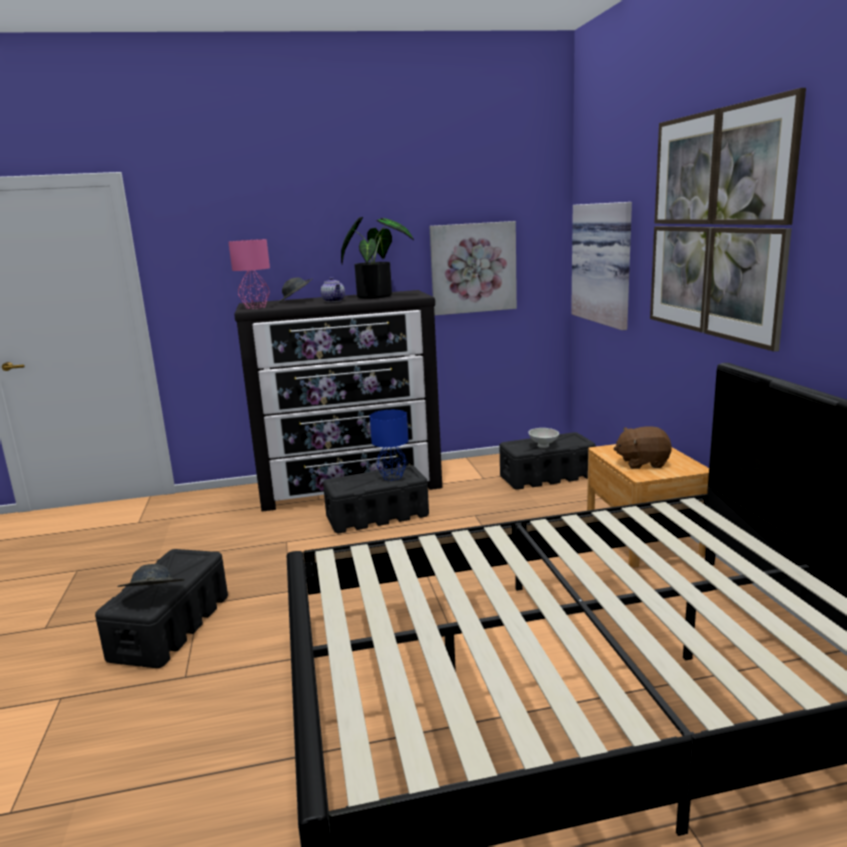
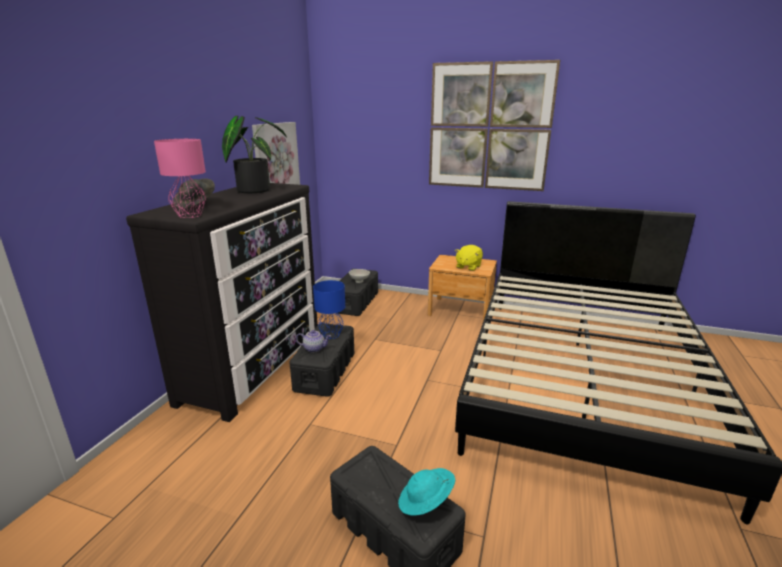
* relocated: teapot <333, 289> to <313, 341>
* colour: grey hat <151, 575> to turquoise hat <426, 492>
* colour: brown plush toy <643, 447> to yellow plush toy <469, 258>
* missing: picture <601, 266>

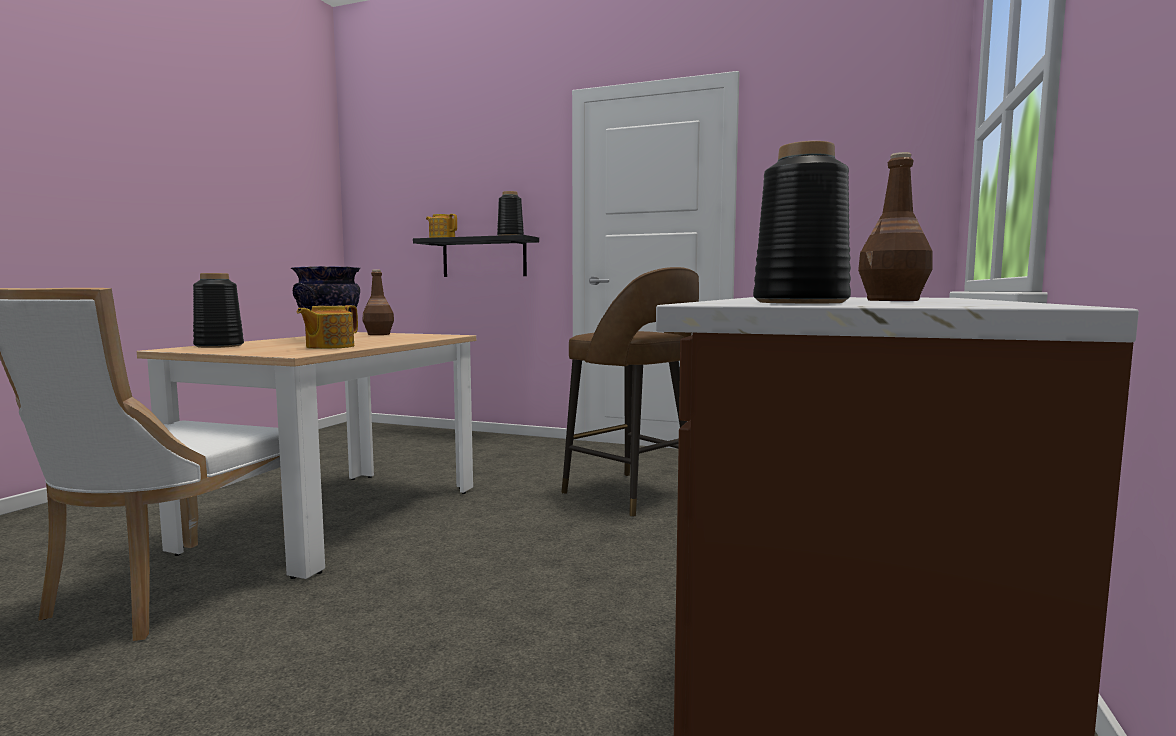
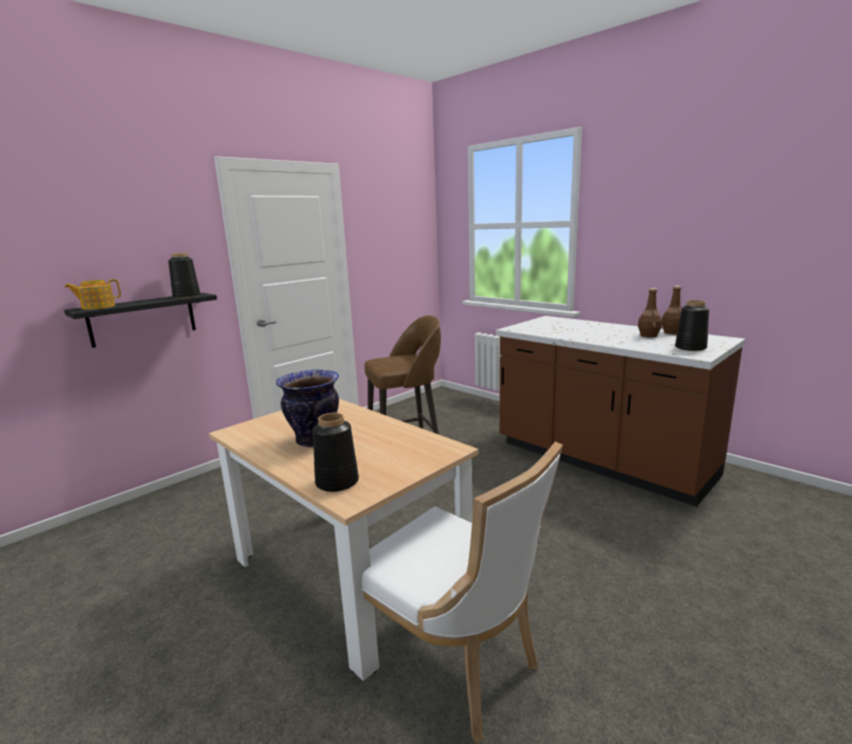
* relocated: brown bottle <378, 302> to <672, 310>
* missing: teapot <327, 327>

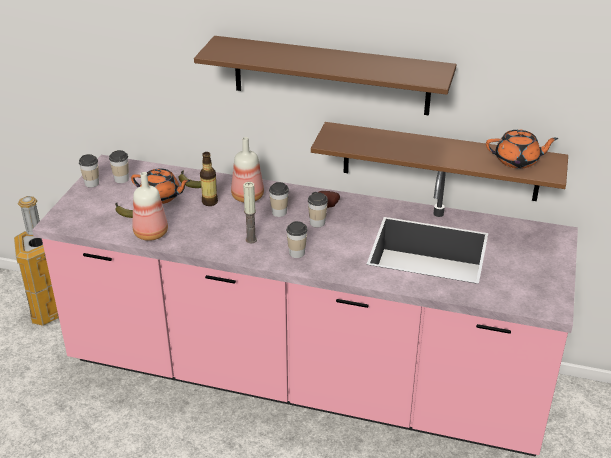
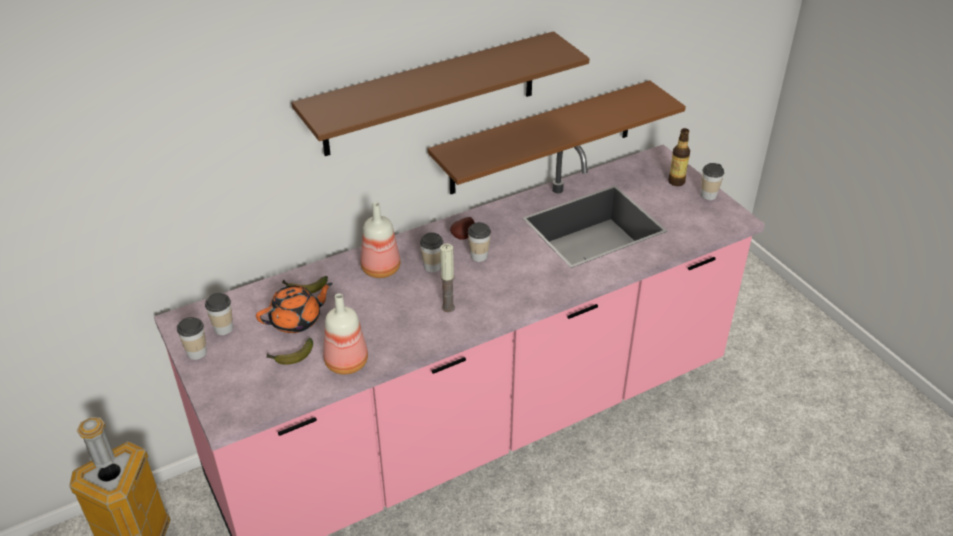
* relocated: bottle <209, 179> to <679, 157>
* relocated: cup <297, 239> to <712, 181>
* missing: orange teapot <522, 149>

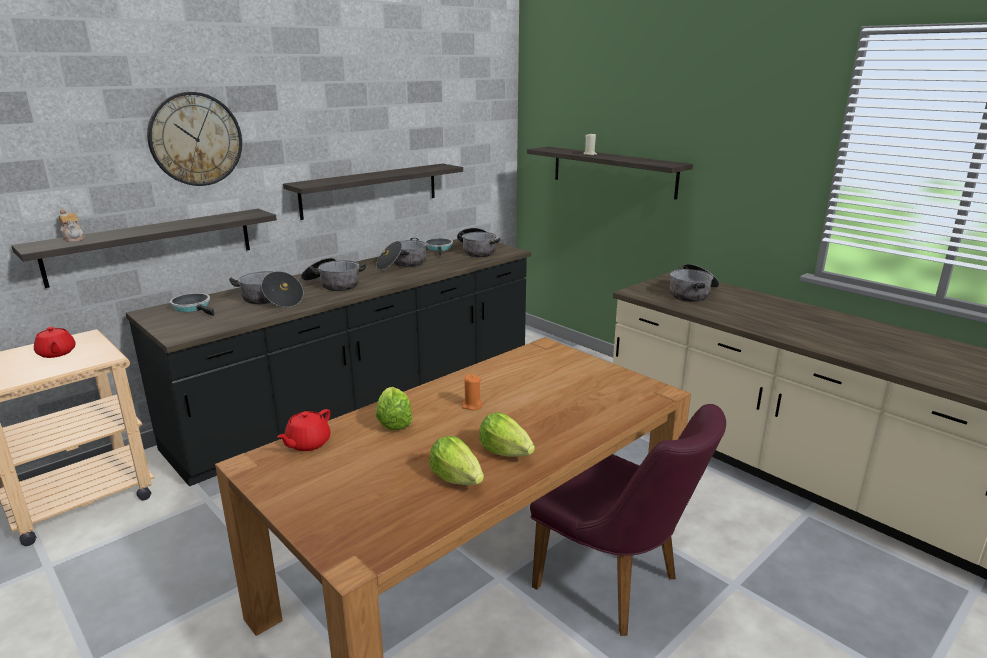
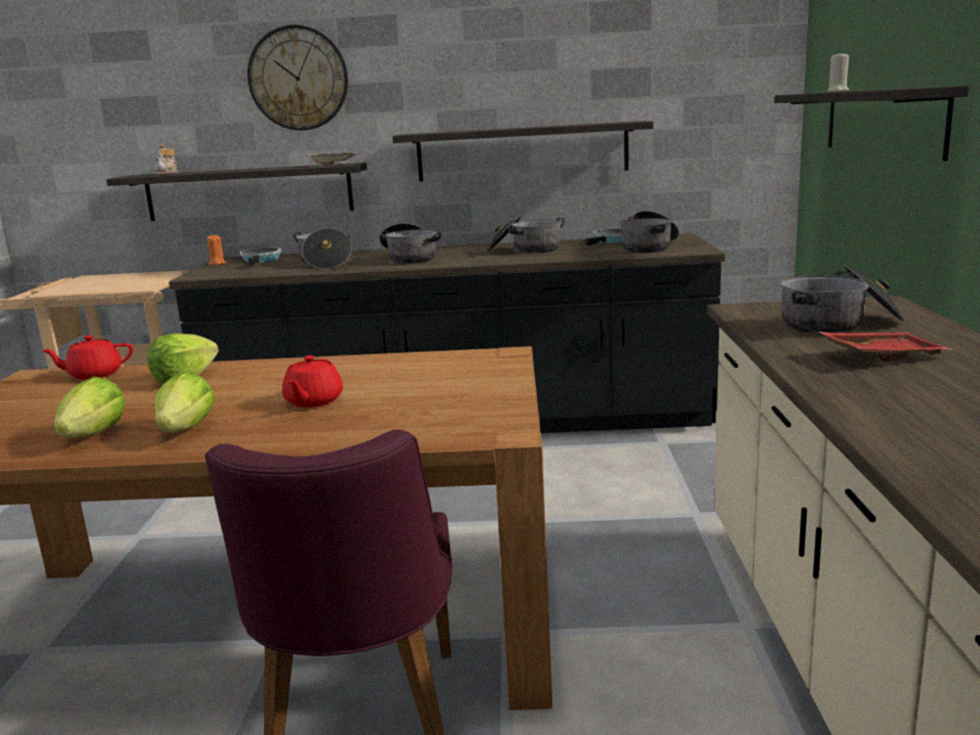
* relocated: orange candle <472, 392> to <216, 250>
* relocated: red teapot <55, 342> to <312, 381>
* appeared: beige tray <332, 157>
* appeared: red tray <885, 346>

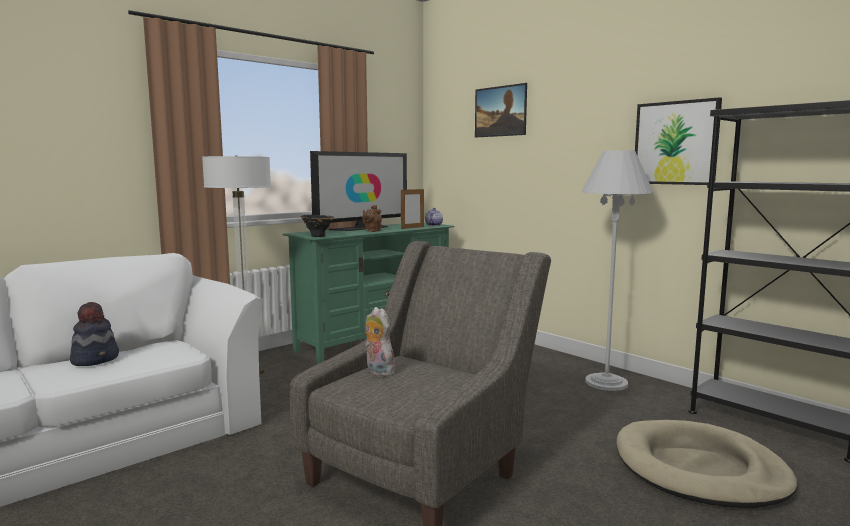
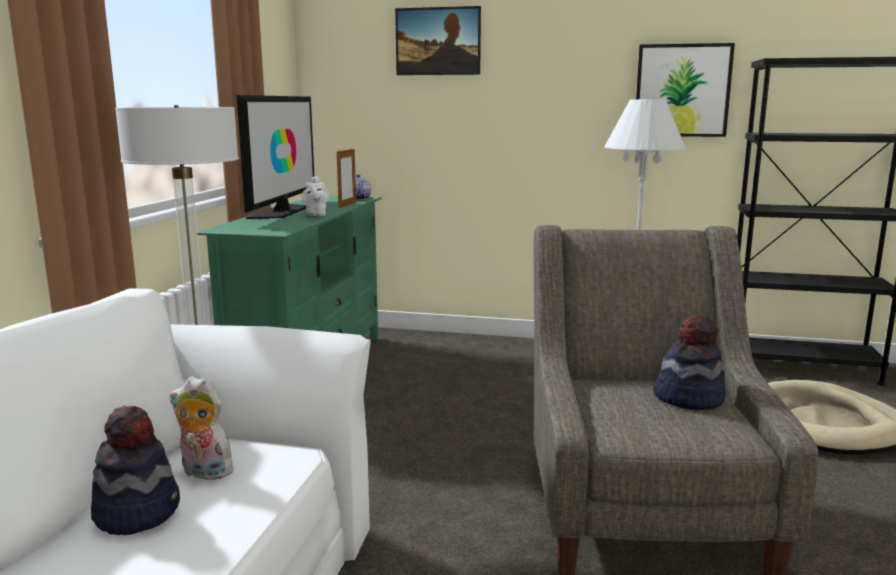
* relocated: plush toy <381, 342> to <201, 428>
* colour: brown teapot <372, 218> to white teapot <315, 196>
* appeared: hat <689, 362>
* missing: black vase <317, 226>

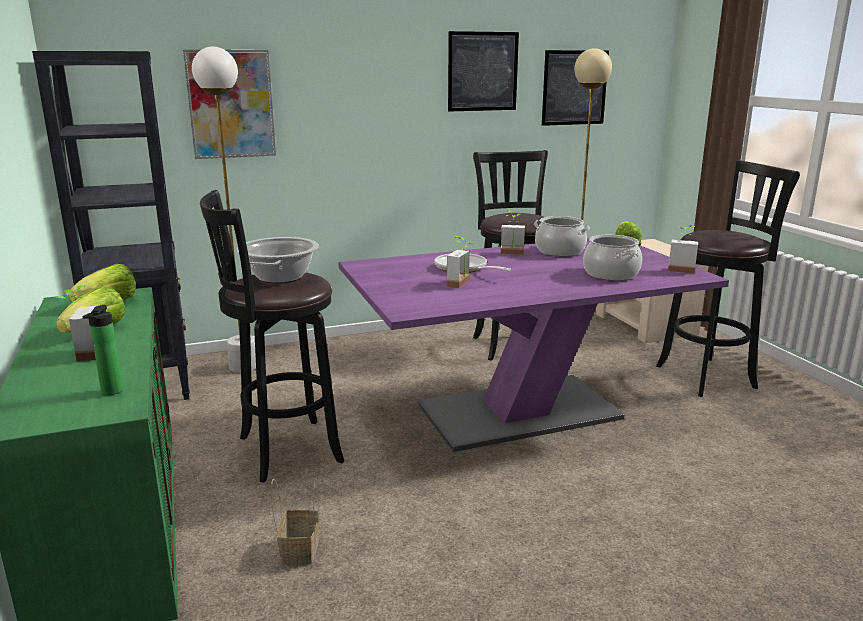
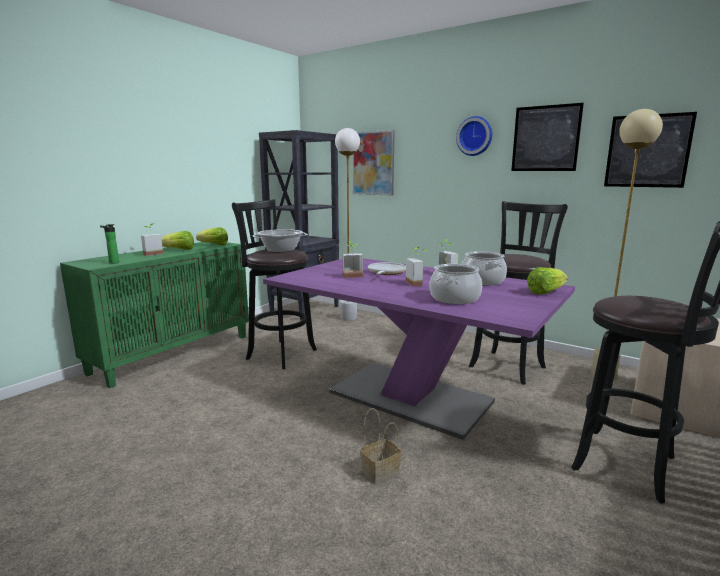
* relocated: basket <295, 522> to <381, 446>
* relocated: potted plant <683, 249> to <417, 266>
* appeared: wall clock <474, 136>

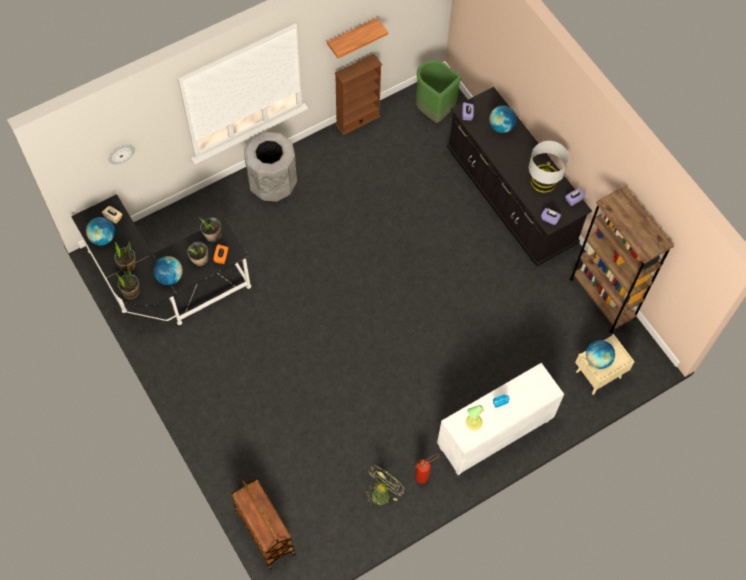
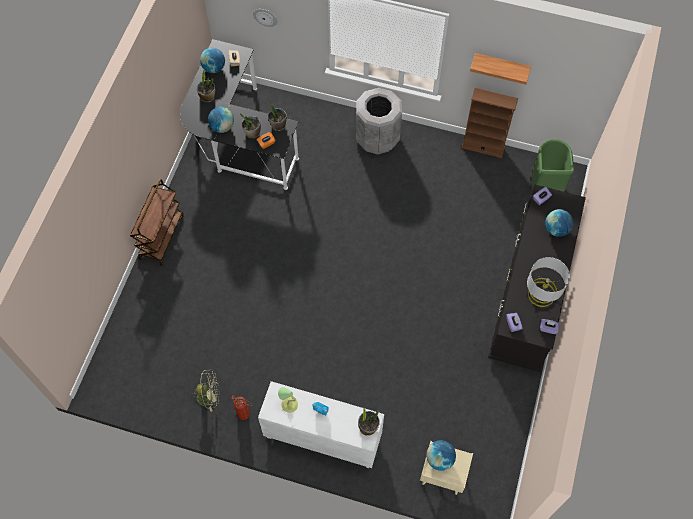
* relocated: brown cart <263, 524> to <157, 222>
* relocated: potted plant <127, 282> to <369, 421>
* missing: brown bookcase <622, 259>

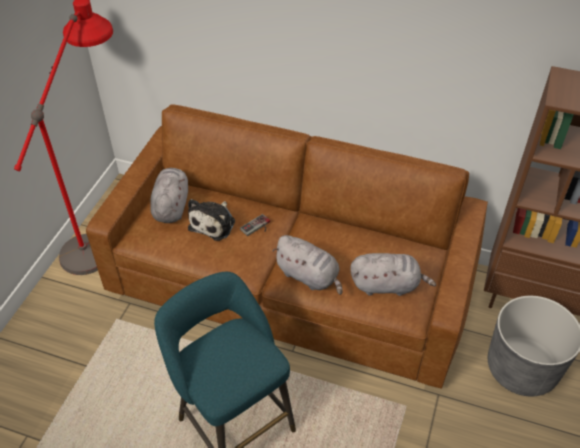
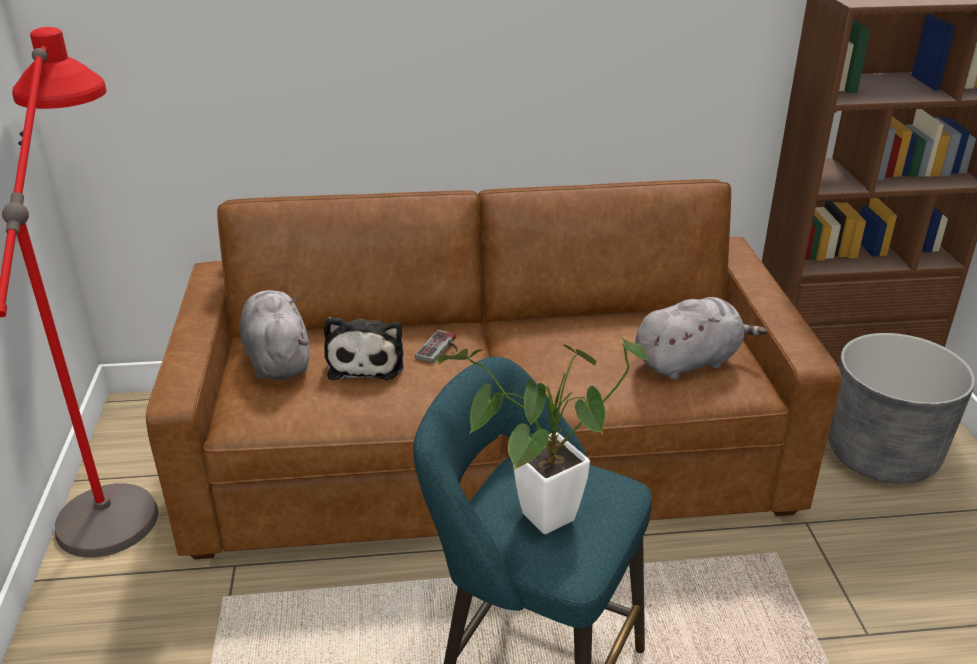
* appeared: potted plant <542, 435>
* missing: grey plush toy <307, 265>

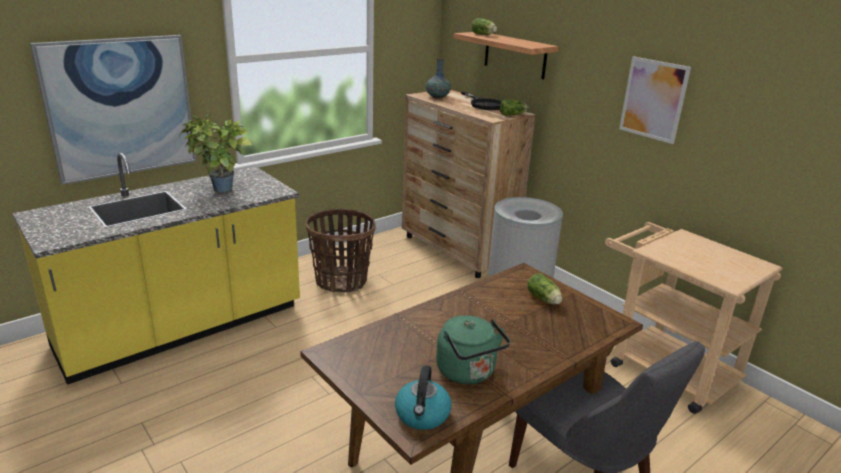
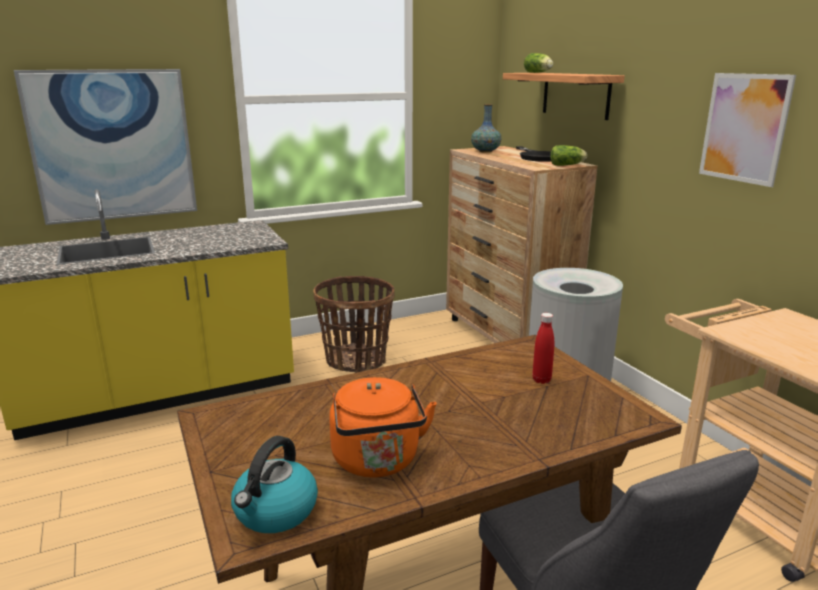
* colour: green kettle <473, 349> to orange kettle <383, 427>
* exchanged: lettuce <544, 289> to red bottle <543, 348>
* missing: potted plant <215, 153>

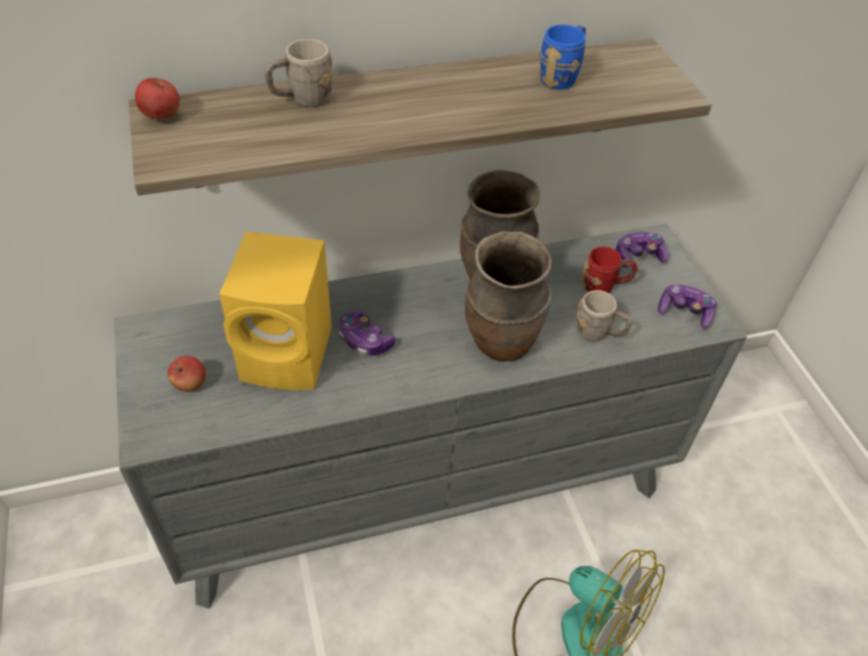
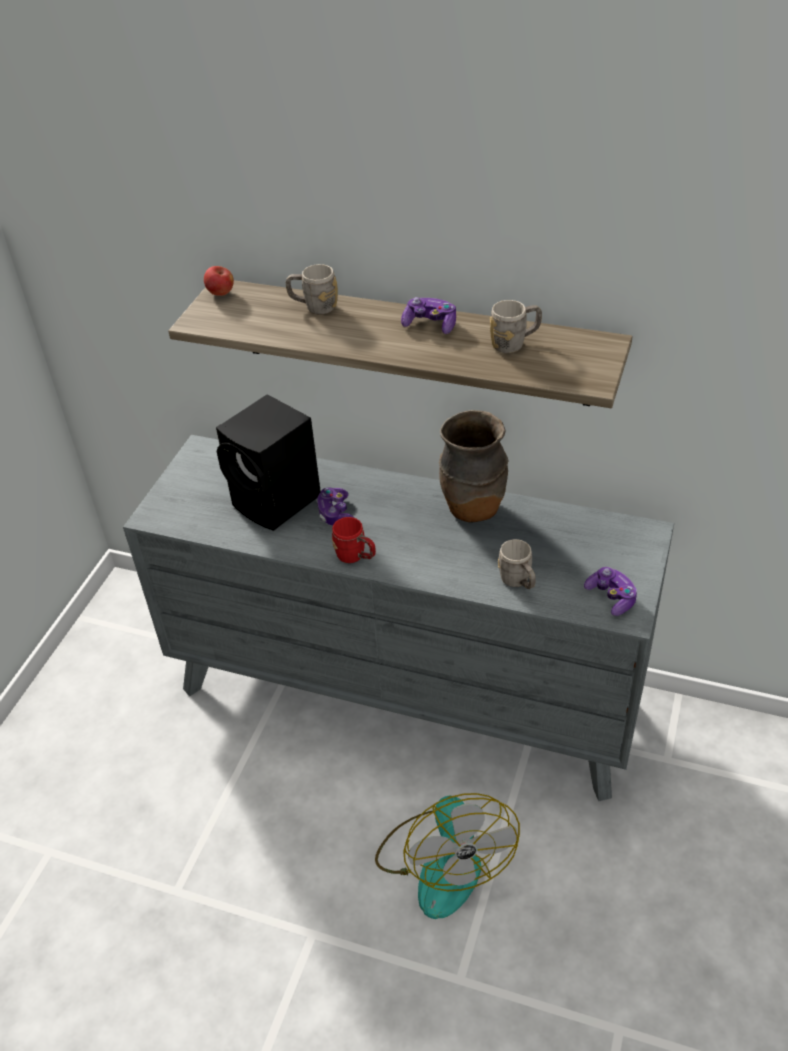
* colour: yellow speaker <275, 311> to black speaker <268, 462>
* relocated: red mug <610, 270> to <354, 540>
* relocated: game controller <642, 250> to <428, 315>
* colour: blue mug <562, 57> to grey mug <516, 326>
* missing: apple <187, 374>
* missing: brown vase <508, 296>

